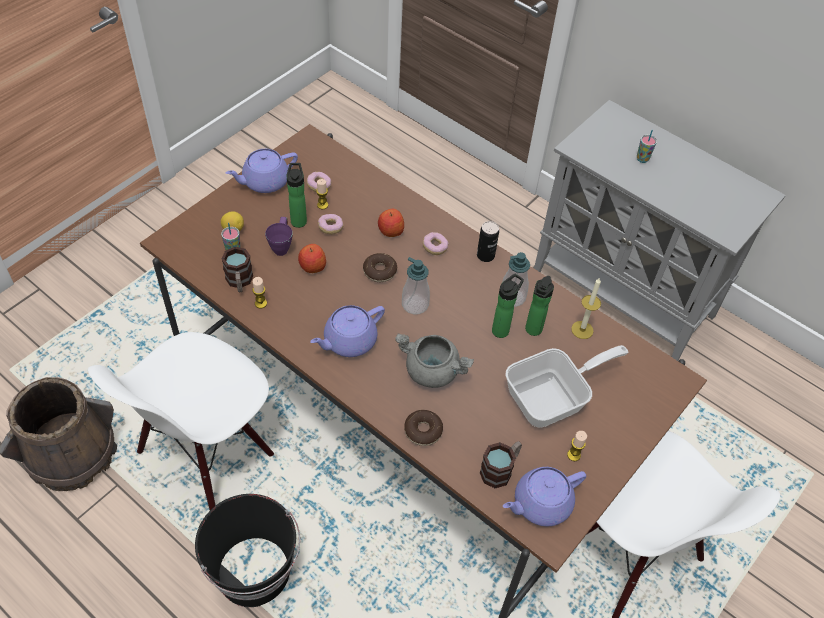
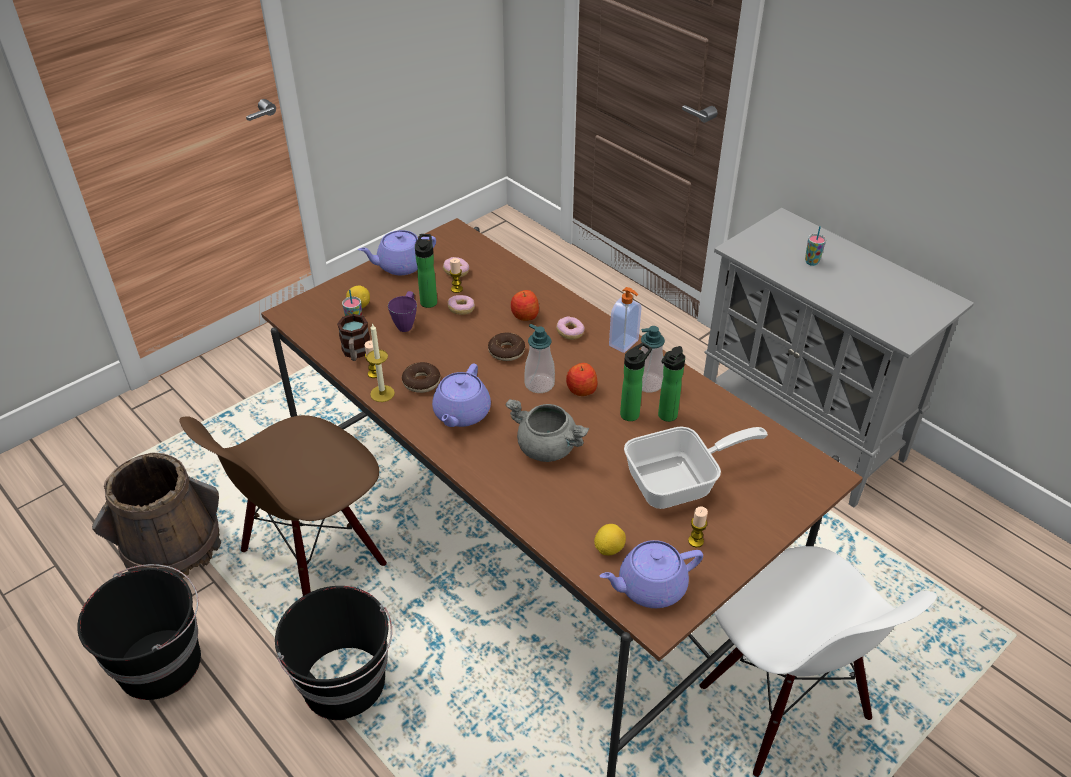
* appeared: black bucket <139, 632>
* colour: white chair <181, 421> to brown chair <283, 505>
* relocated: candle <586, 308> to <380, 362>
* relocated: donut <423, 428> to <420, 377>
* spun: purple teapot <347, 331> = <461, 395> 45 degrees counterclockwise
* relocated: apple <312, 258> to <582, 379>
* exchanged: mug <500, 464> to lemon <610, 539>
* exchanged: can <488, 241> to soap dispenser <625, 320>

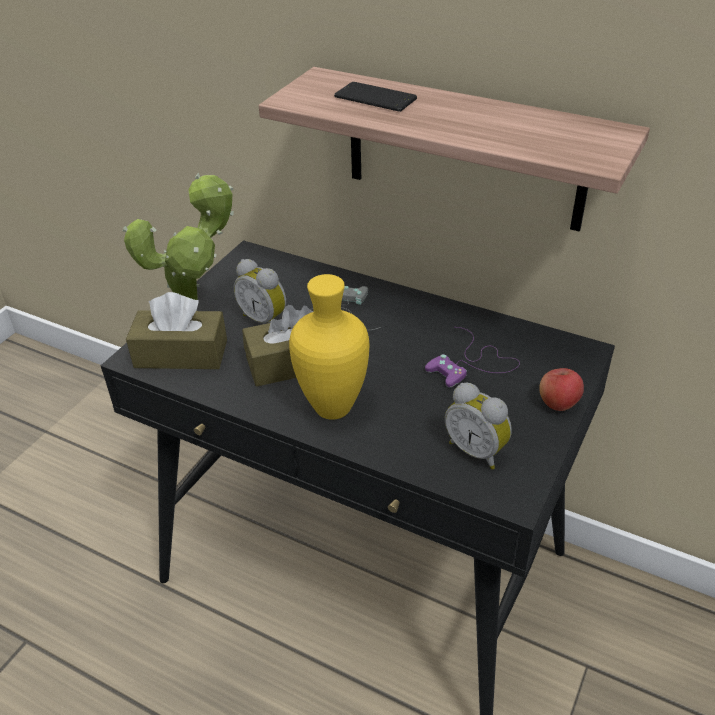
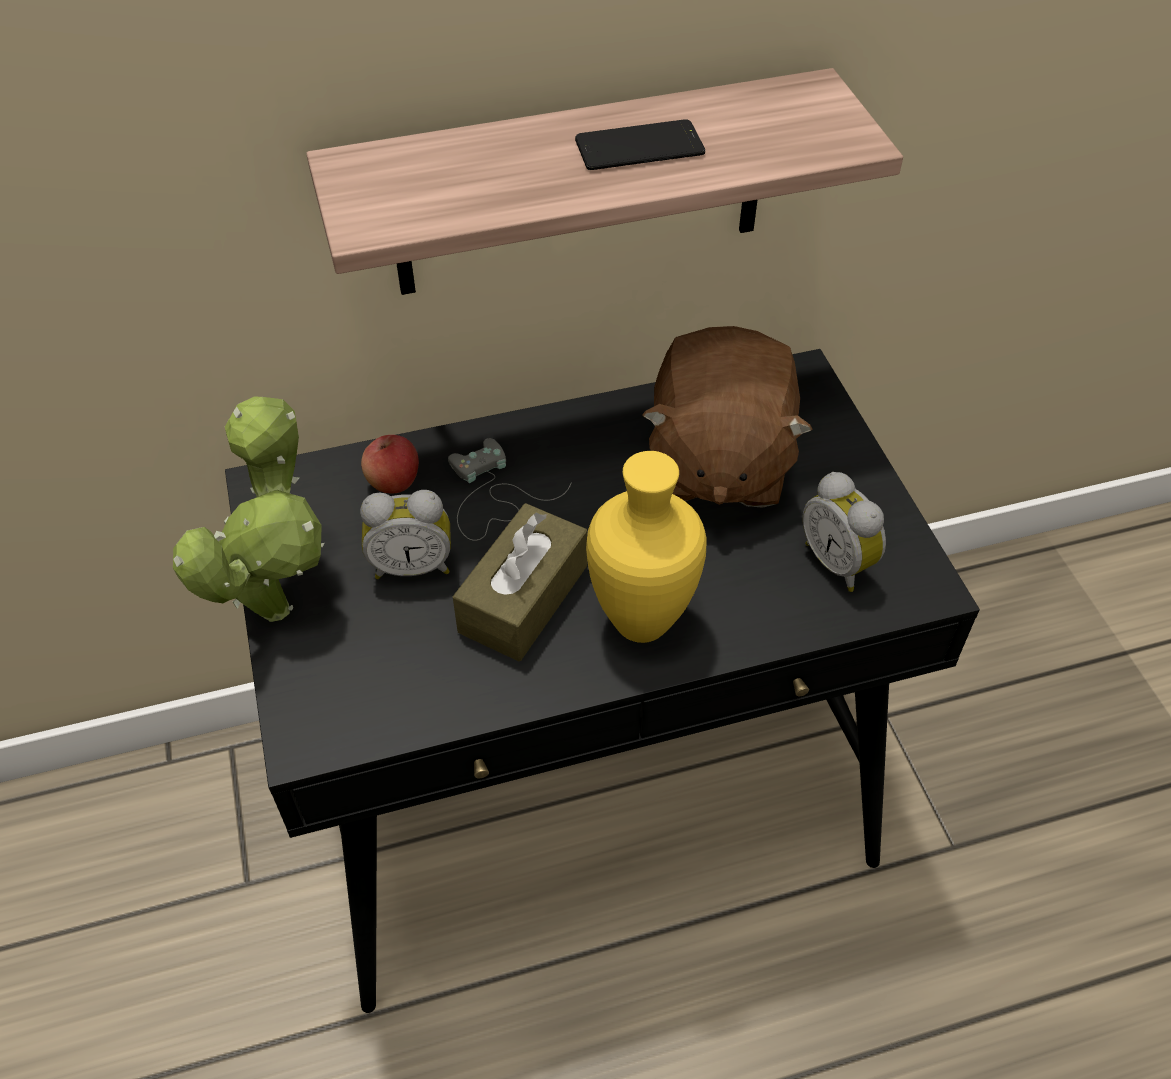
* relocated: apple <561, 389> to <390, 464>
* relocated: phone <375, 97> to <640, 144>
* exchanged: purple game controller <472, 357> to brown plush toy <727, 417>
* spun: alarm clock <478, 426> = <844, 532> 60 degrees clockwise
* missing: brown tissue box <176, 330>

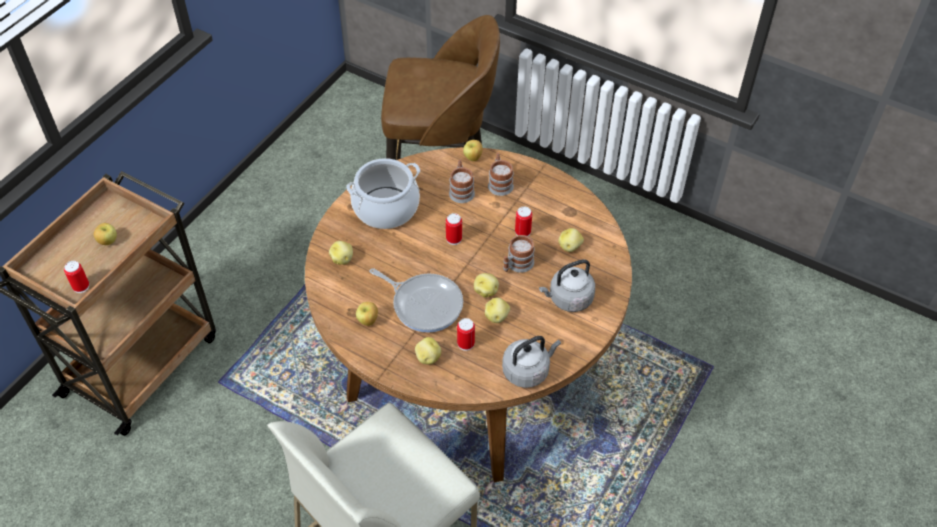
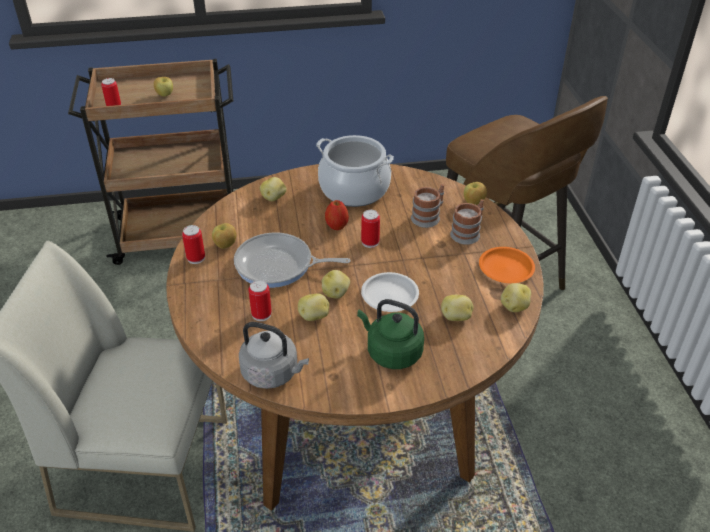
* relocated: can <523, 221> to <193, 244>
* spun: frying pan <416, 300> = <292, 260> 105 degrees clockwise
* appeared: apple <337, 215>
* colour: grey kettle <567, 285> to green kettle <390, 334>
* exchanged: mug <518, 254> to white plate <390, 292>
* appeared: orange plate <507, 265>
* relocated: potato <428, 351> to <516, 297>

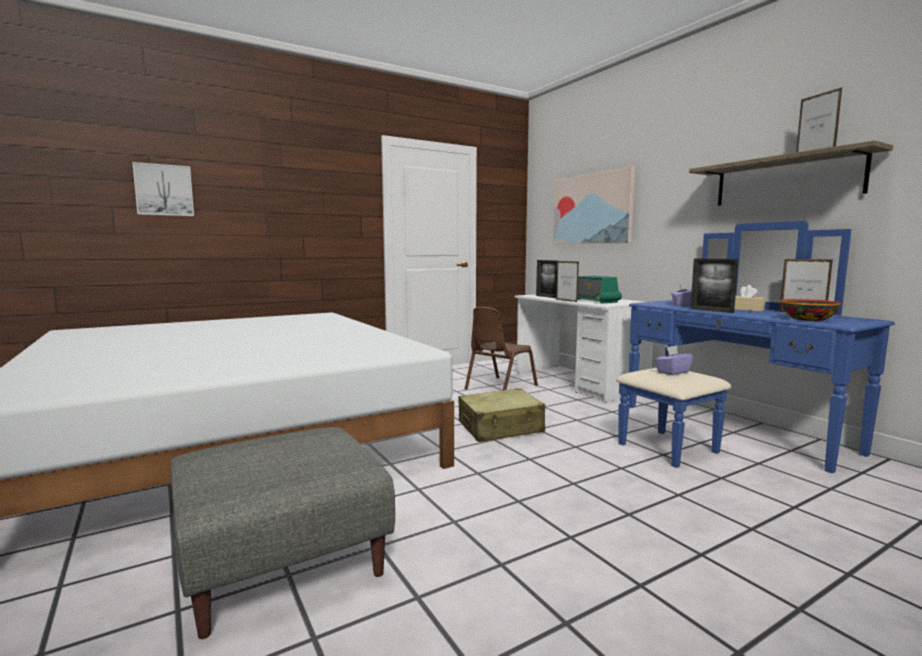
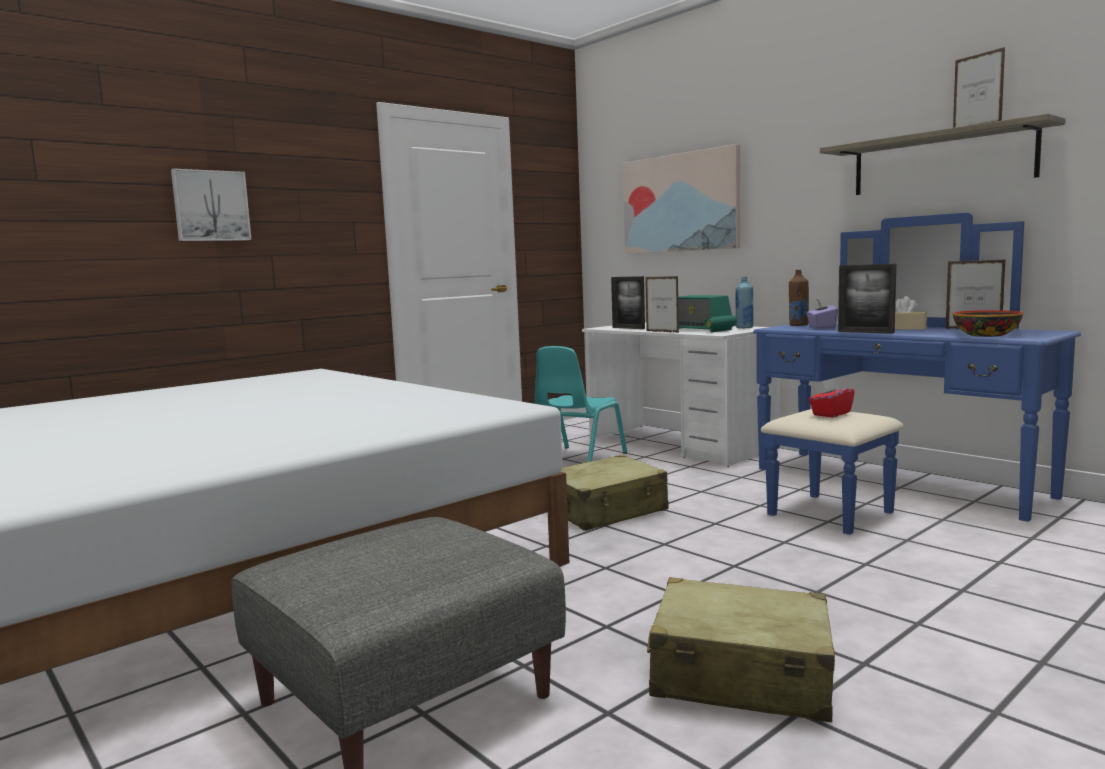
* relocated: picture <163, 189> to <211, 204>
* colour: brown chair <501, 348> to turquoise chair <581, 404>
* appeared: beige suitcase <741, 649>
* appeared: blue bottle <744, 302>
* appeared: brown bottle <799, 298>
* colour: purple tissue box <674, 360> to red tissue box <832, 398>

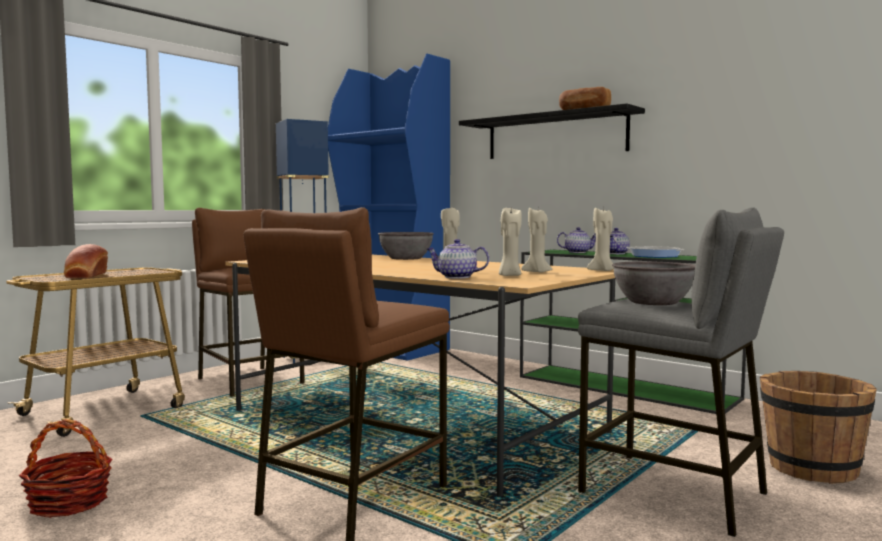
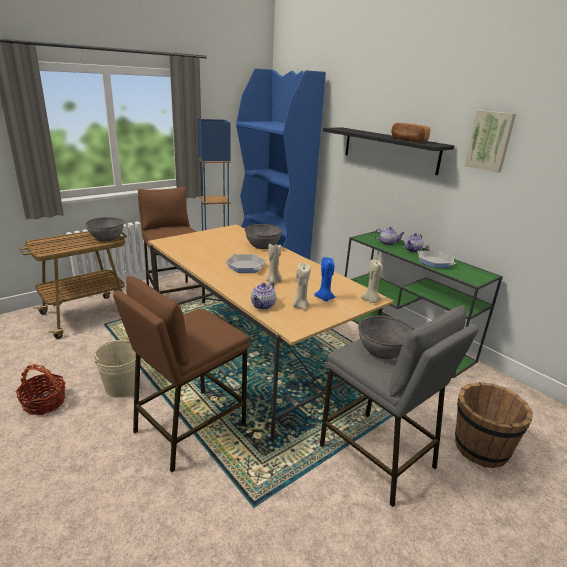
* appeared: grey bowl <104, 229>
* appeared: beige bucket <117, 368>
* appeared: frying pan <246, 263>
* spun: teapot <458, 259> = <263, 295> 90 degrees counterclockwise
* colour: beige candle <536, 240> to blue candle <324, 279>
* appeared: picture <490, 141>
* missing: bread <86, 261>

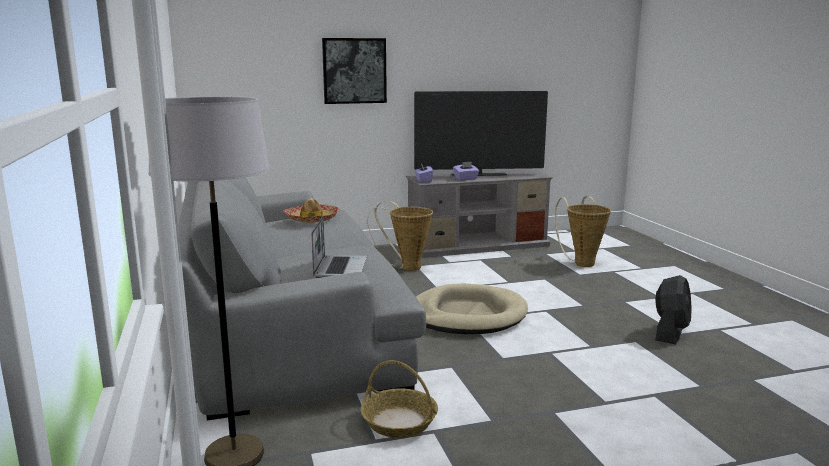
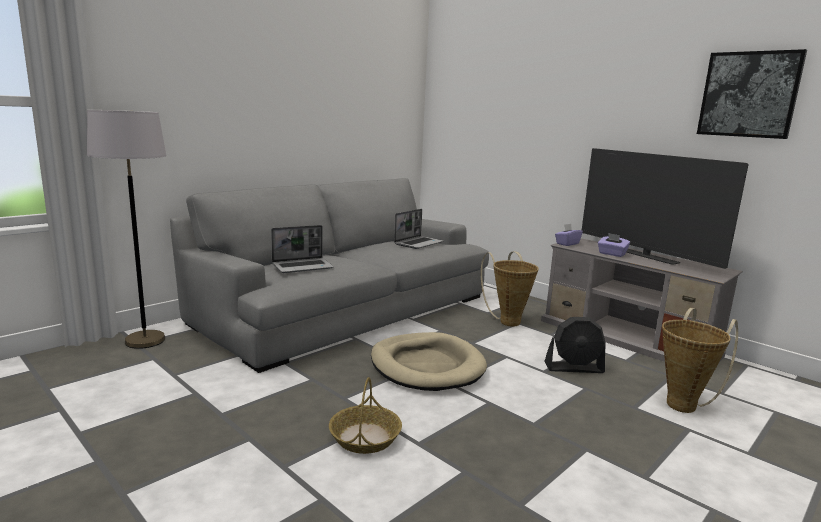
* relocated: basket <399, 399> to <365, 415>
* exchanged: hat <311, 210> to laptop <419, 229>
* relocated: black fan <673, 309> to <575, 345>
* relocated: picture <354, 71> to <752, 94>

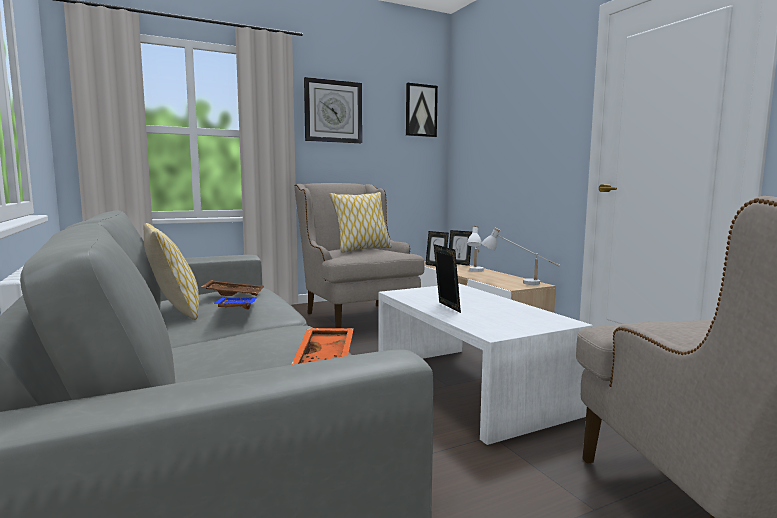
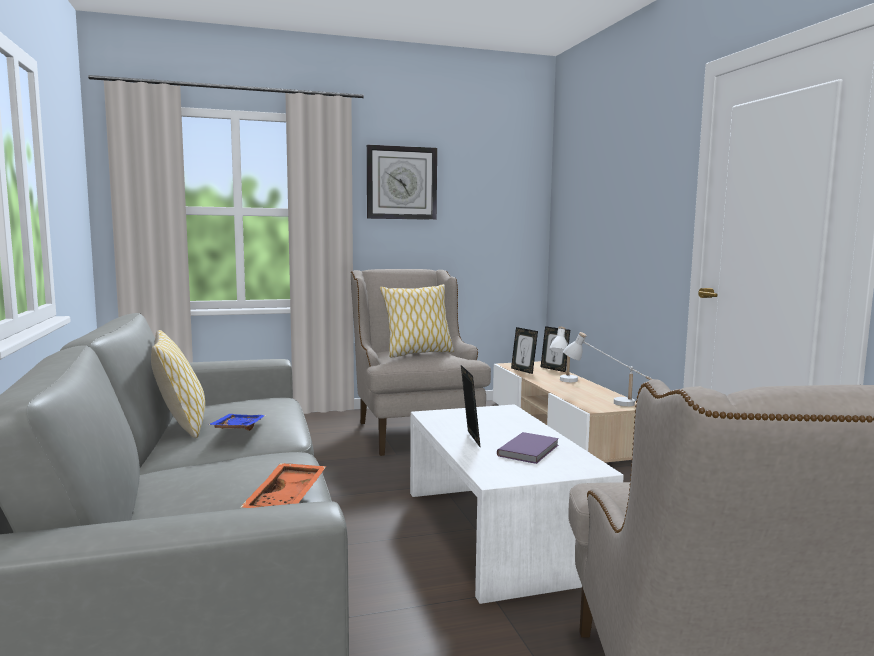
* appeared: purple book <528, 448>
* missing: brown tray <232, 288>
* missing: picture <422, 110>

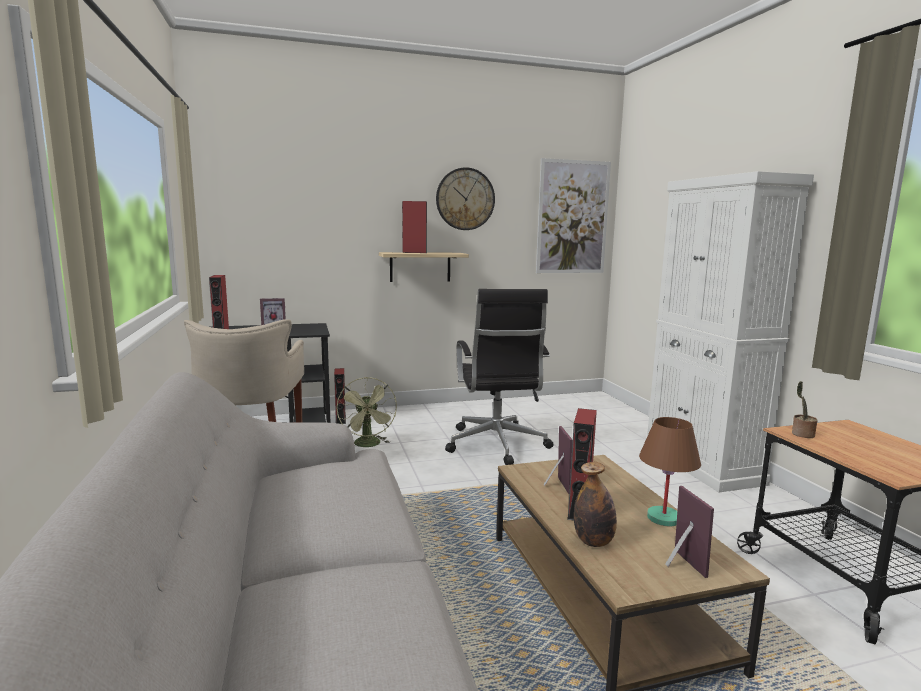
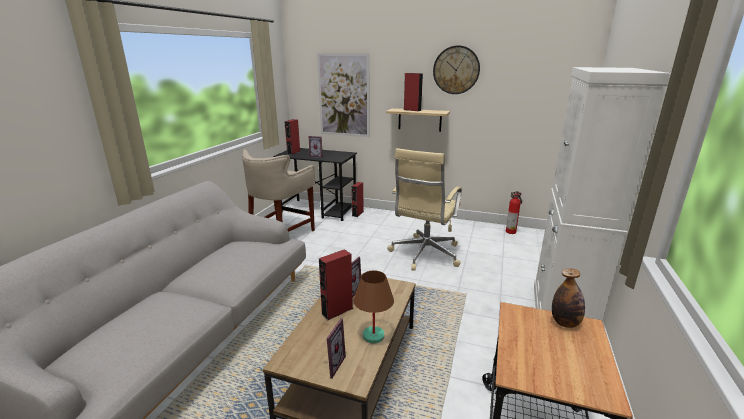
* relocated: picture <573, 215> to <343, 95>
* colour: black office chair <499, 377> to beige office chair <424, 209>
* appeared: fire extinguisher <514, 212>
* relocated: bottle <595, 504> to <568, 298>
* missing: green fan <366, 412>
* missing: potted plant <805, 409>

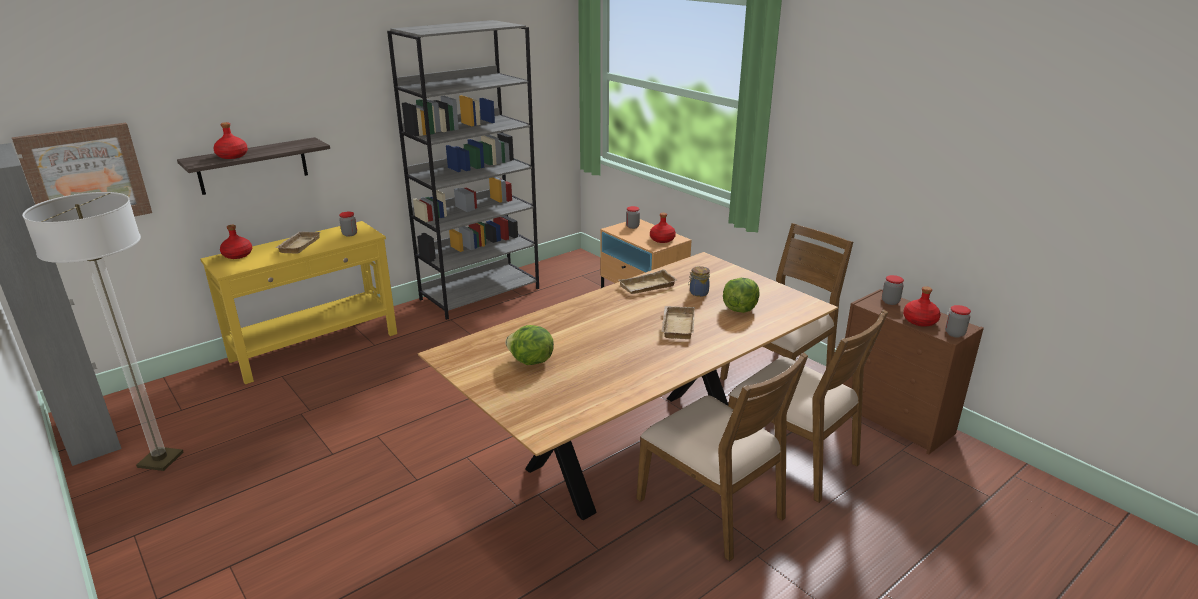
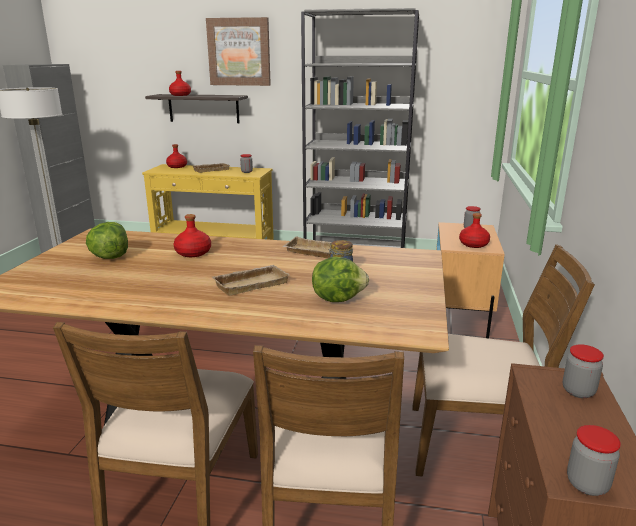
* relocated: red bottle <922, 306> to <192, 235>
* relocated: picture <82, 170> to <238, 51>

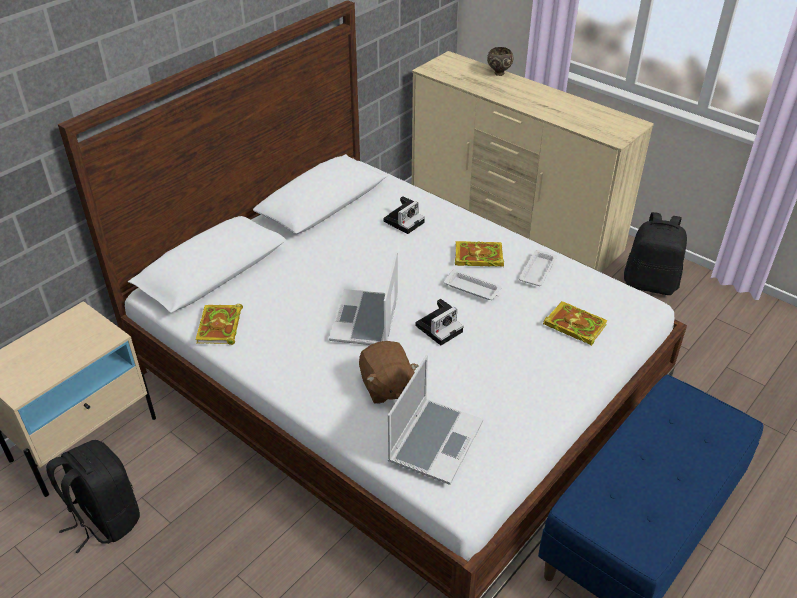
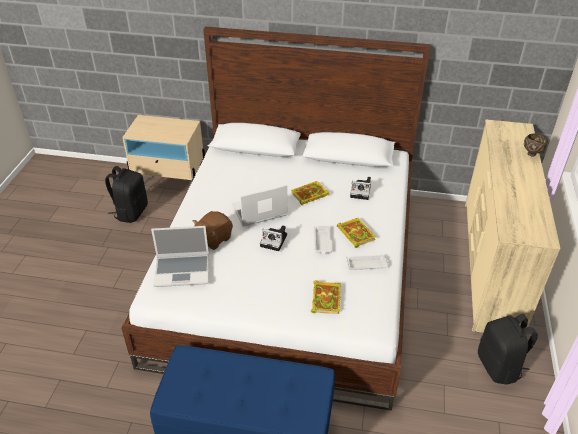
* relocated: book <219, 324> to <310, 193>

